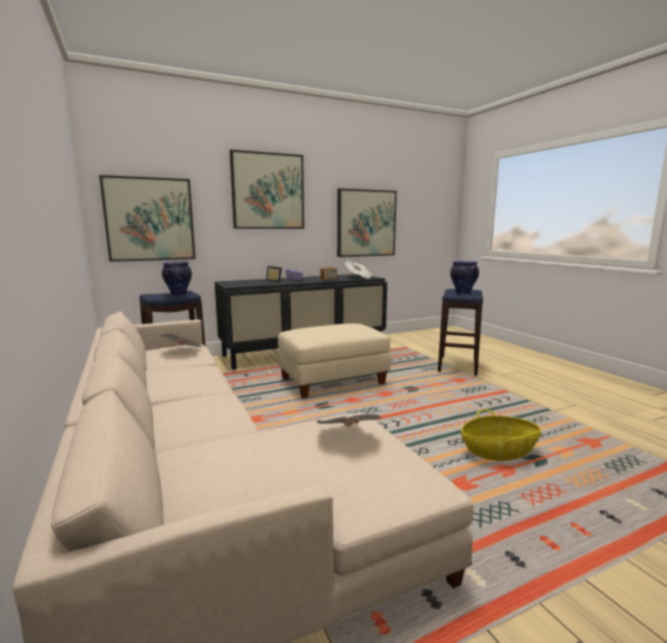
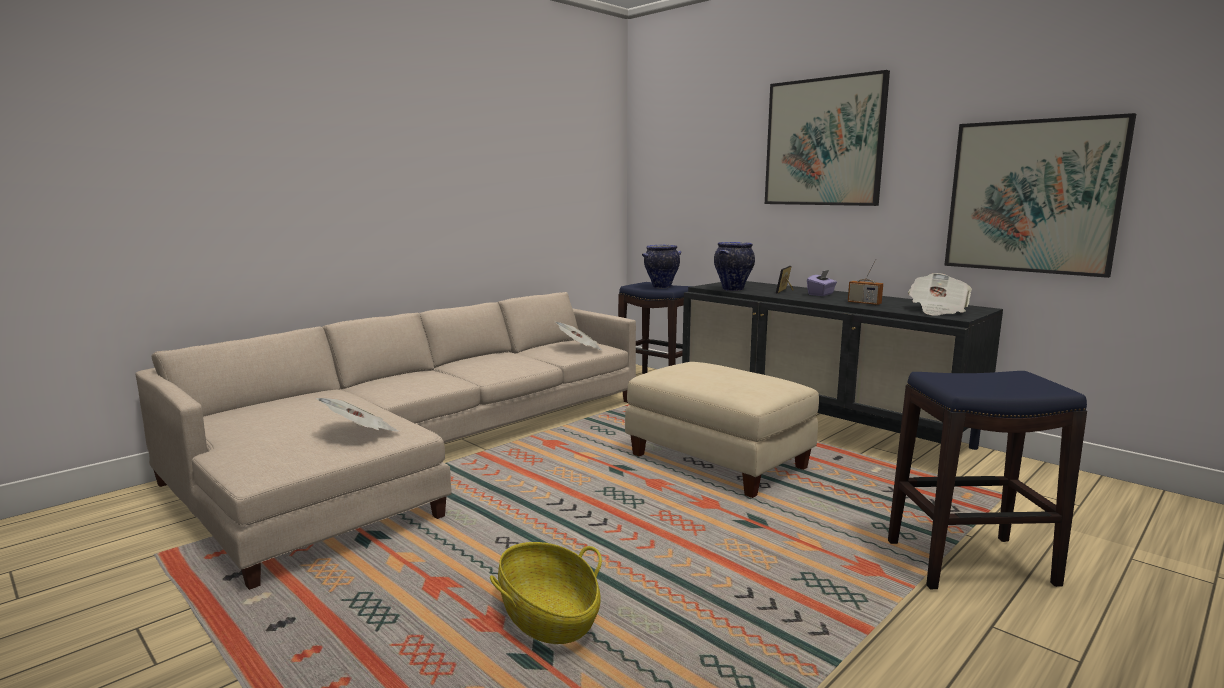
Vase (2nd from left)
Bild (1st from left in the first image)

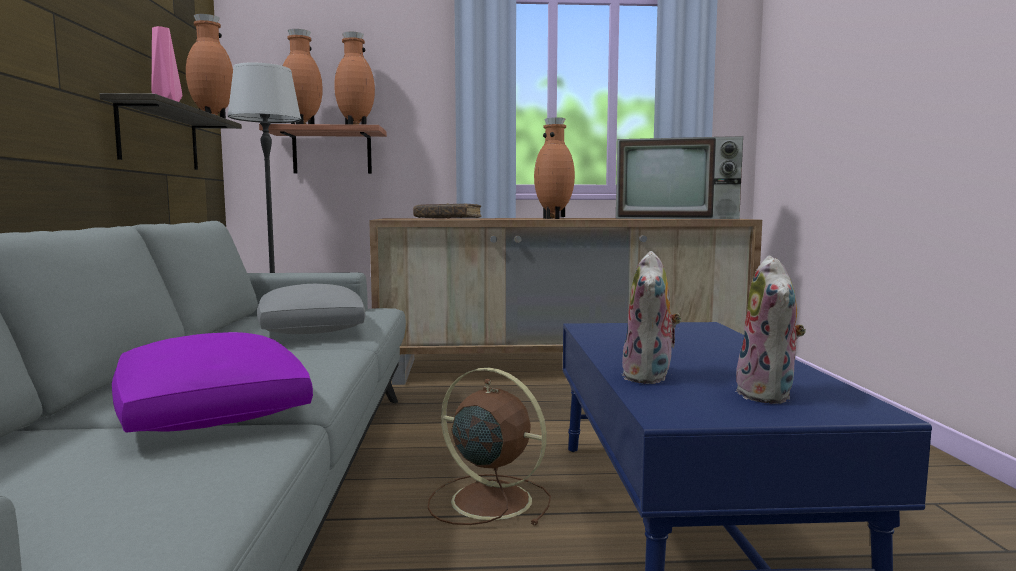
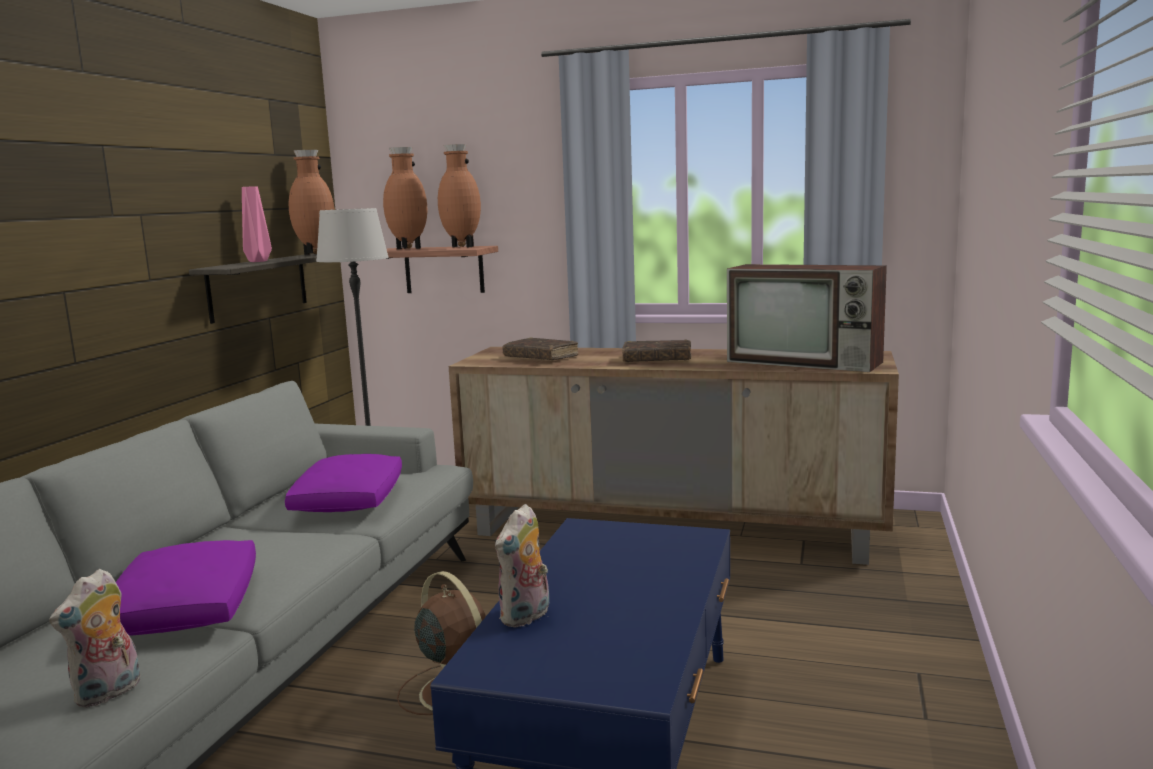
Plüschtier (1st from left)
Kissen [lila] (2nd from left)
Buch [braun] (2nd from left)

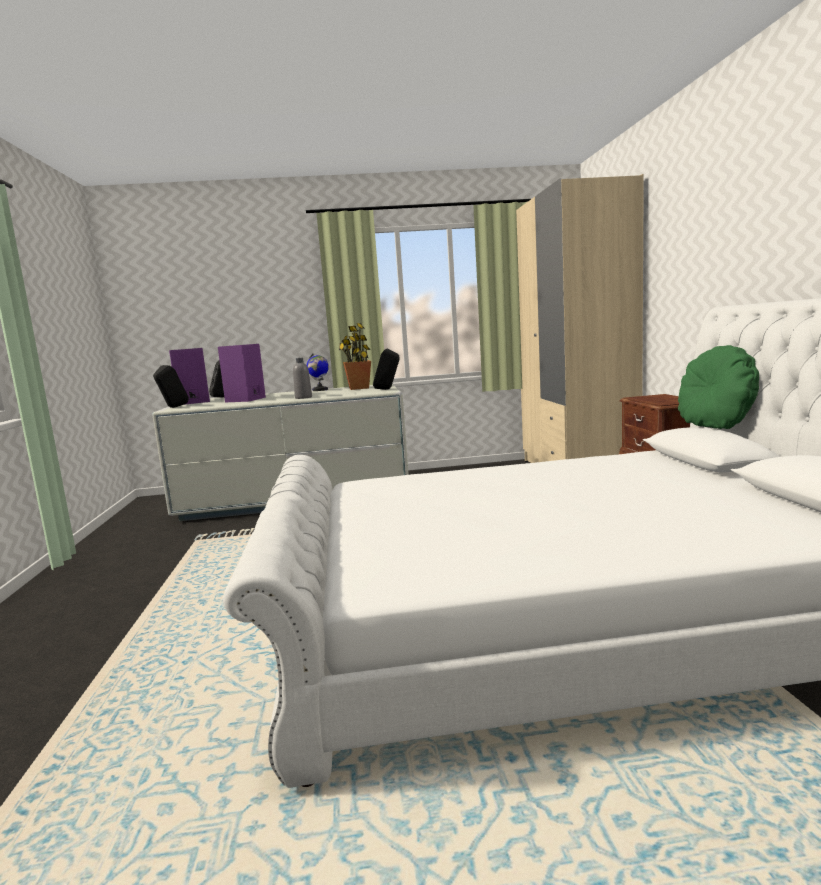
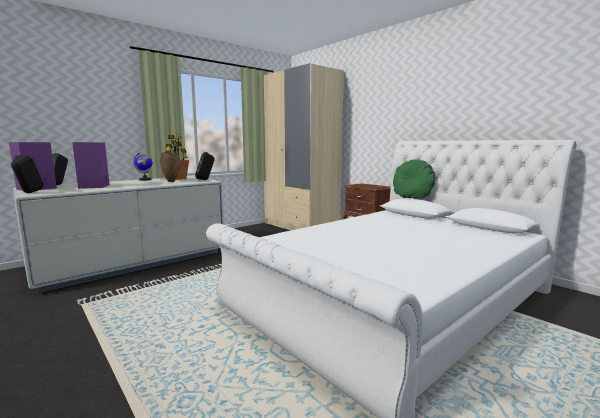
Vase [braun]
Flasche [grau]

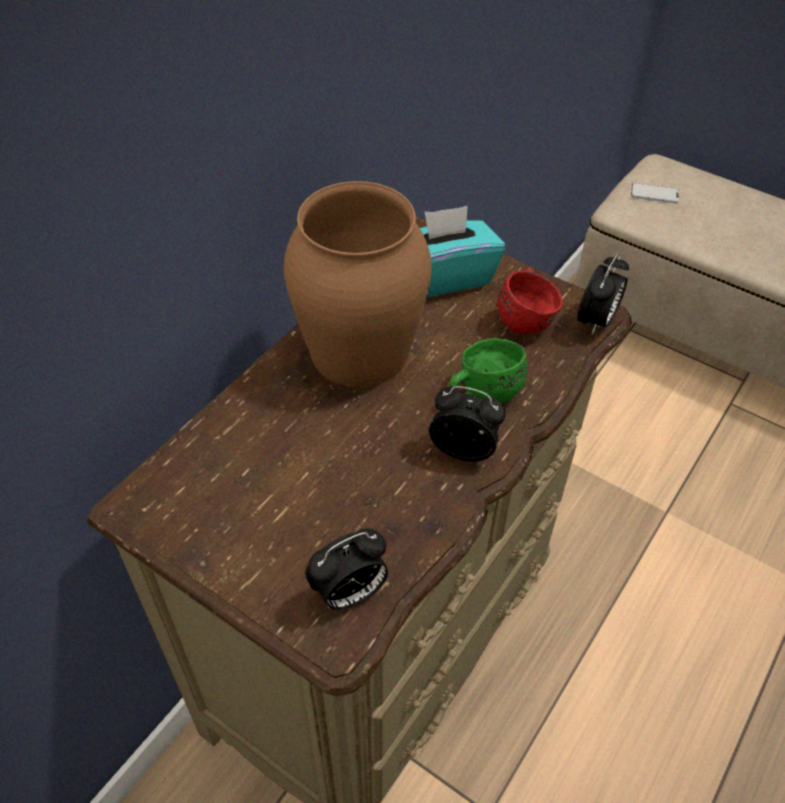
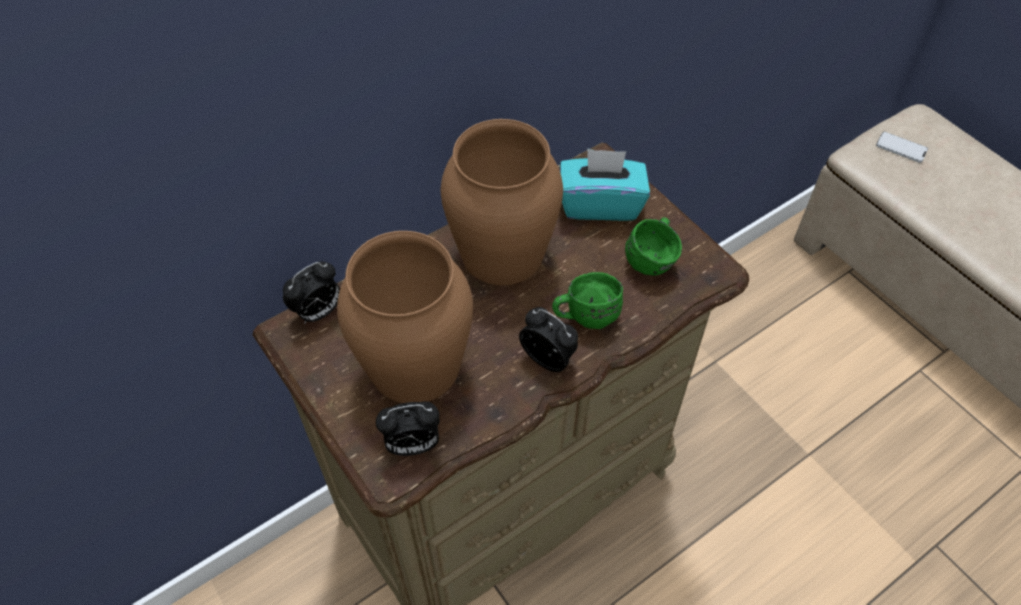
Wecker (1st from left)
Vase [braun] (1st from left)
Henkelbecher [grün] (2nd from left)

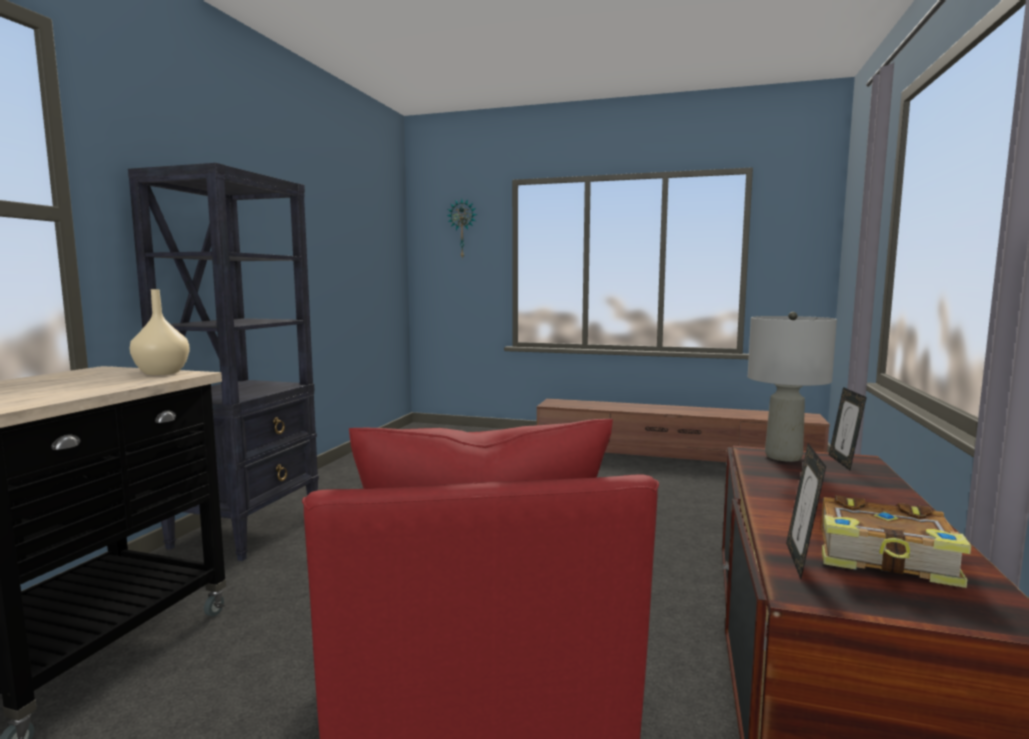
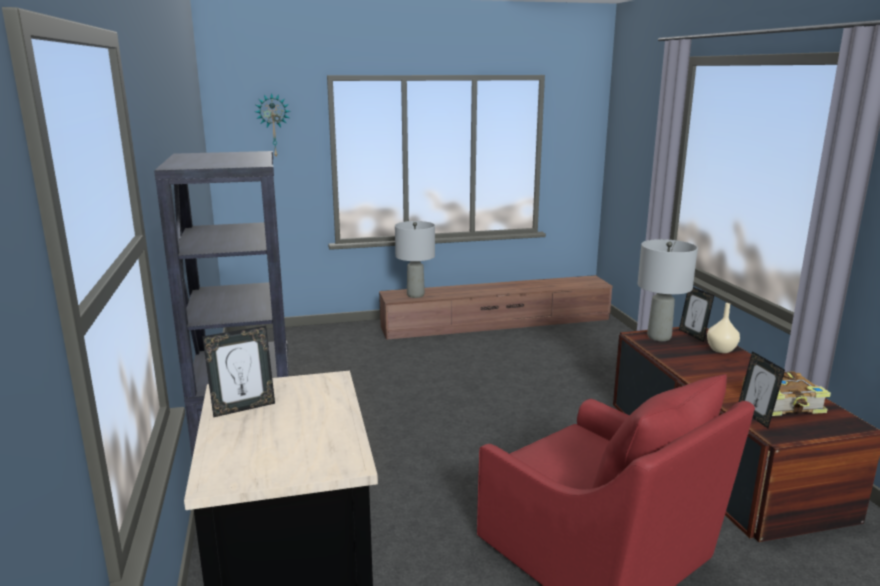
Bilderrahmen (1st from left)
Tischlampe [grau] (1st from left)
Vase [beige]

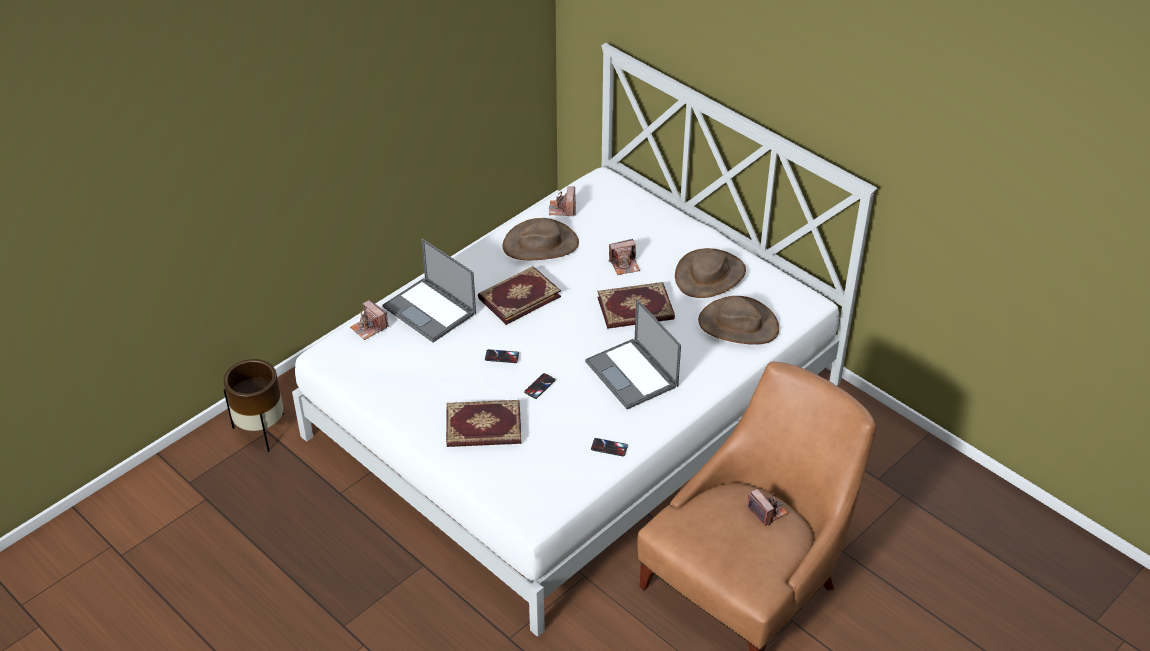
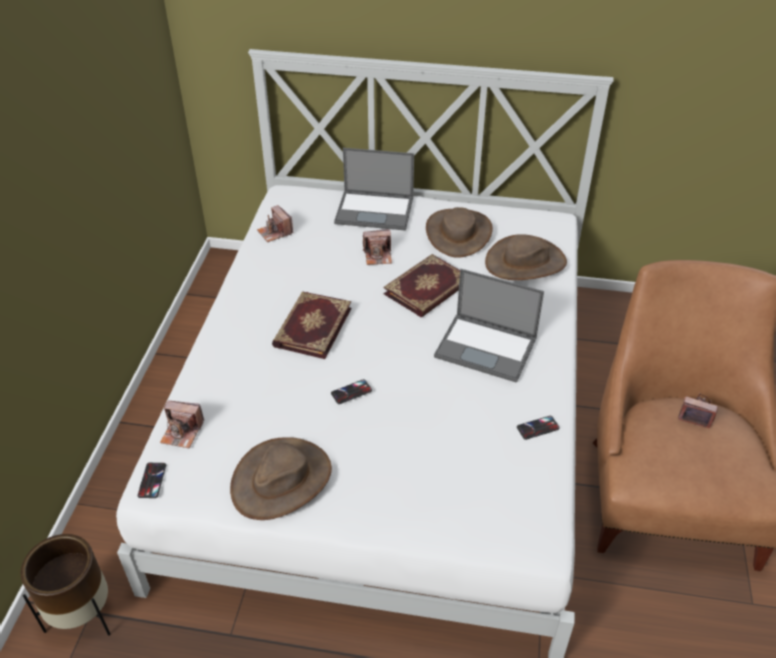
Handy (1st from left)
Hut [braun] (1st from left)
Laptop (1st from left)
Kamera (3rd from left)
Buch (1st from left in the first image)

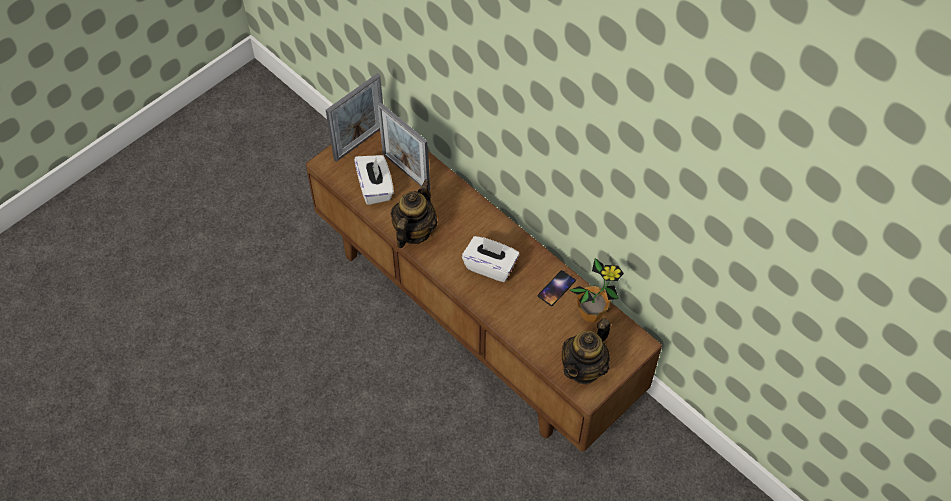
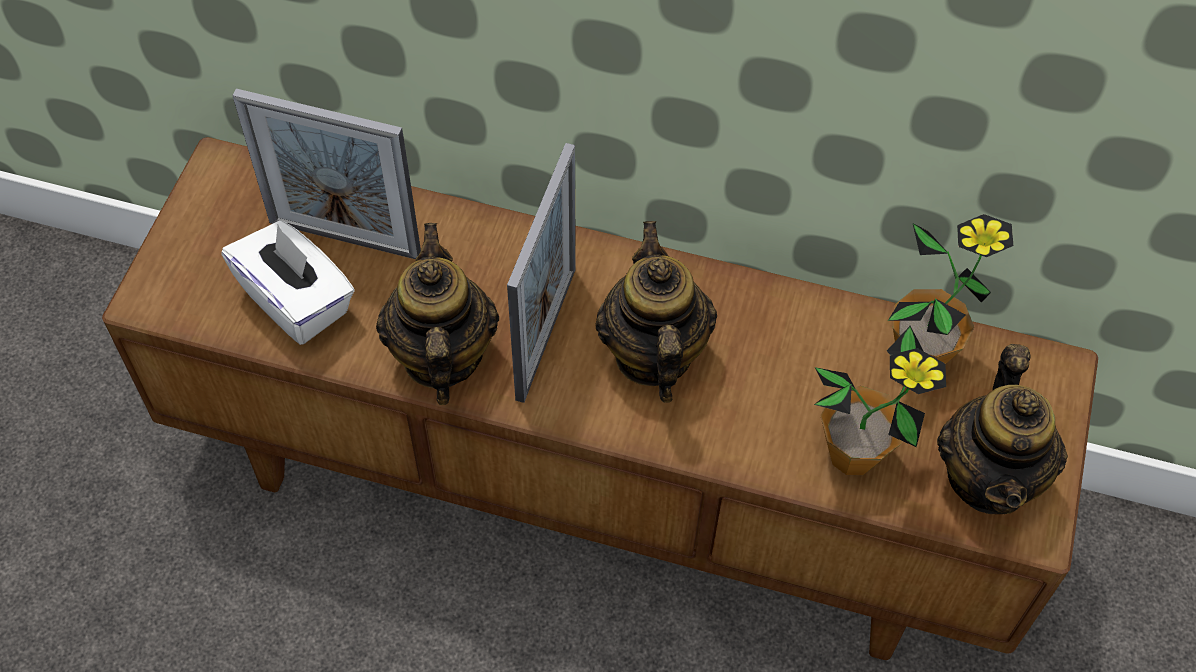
Bilderrahmen (2nd from left)
Teekanne (2nd from left)
Topfpflanze (1st from left)
Handy

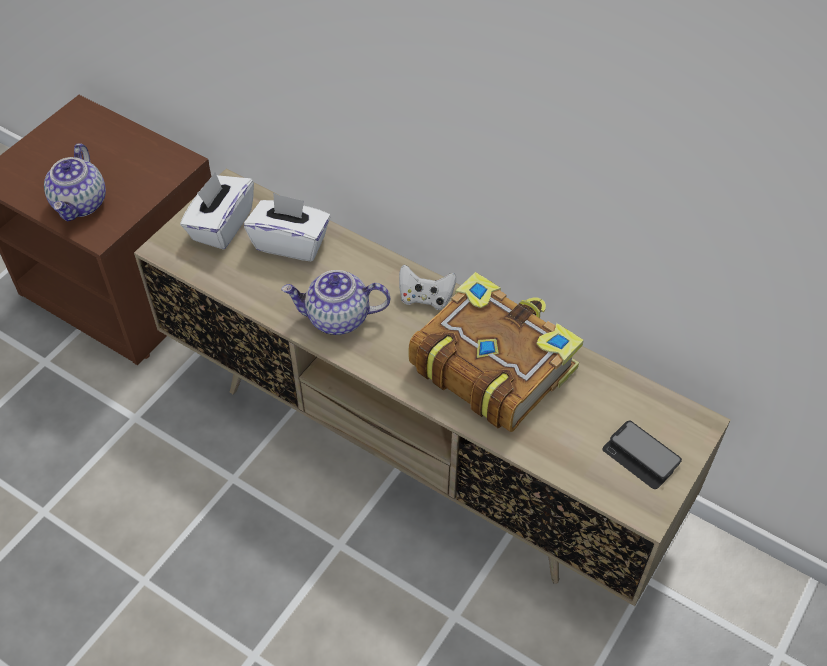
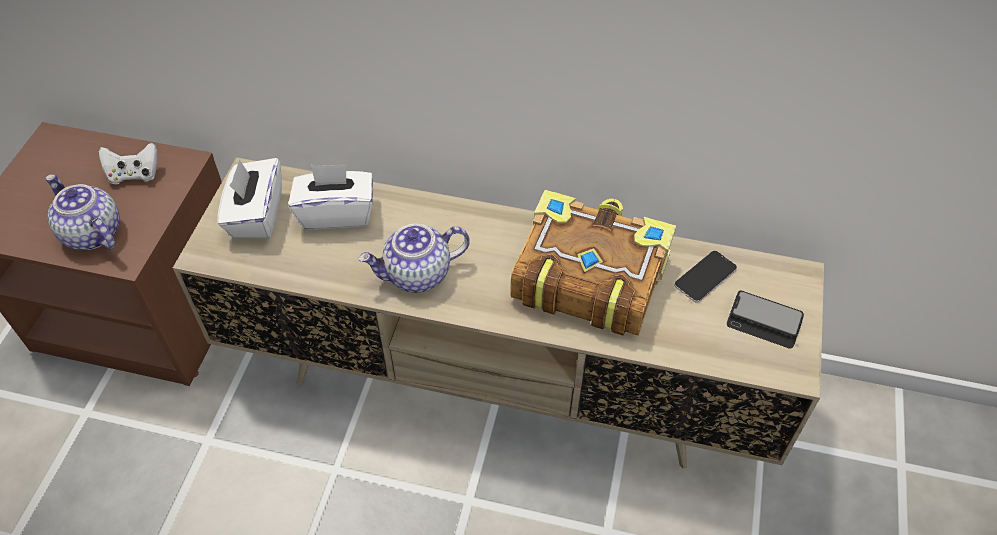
Teekanne (1st from left)
Gamepad [weiß]
Handy (1st from left)

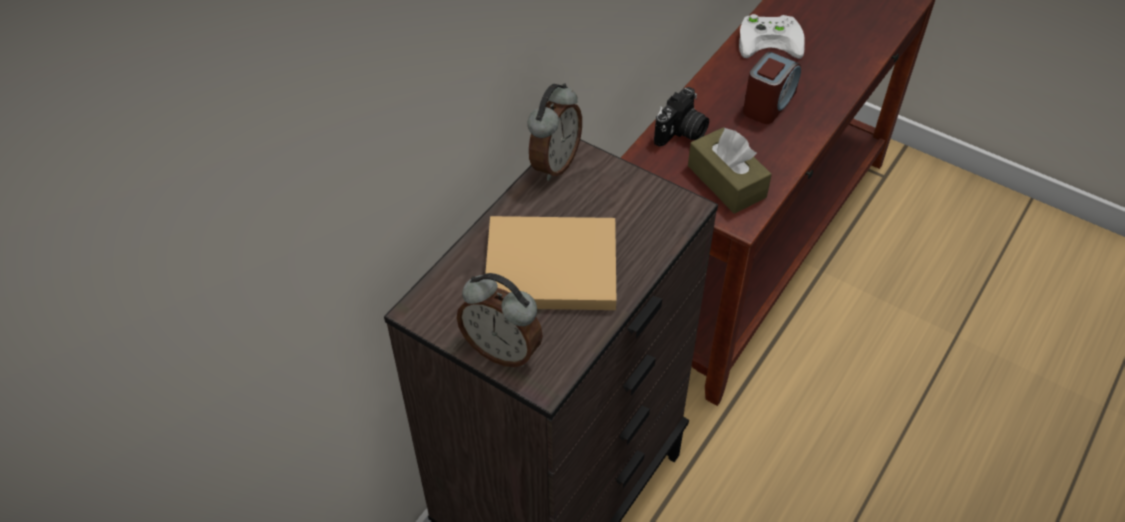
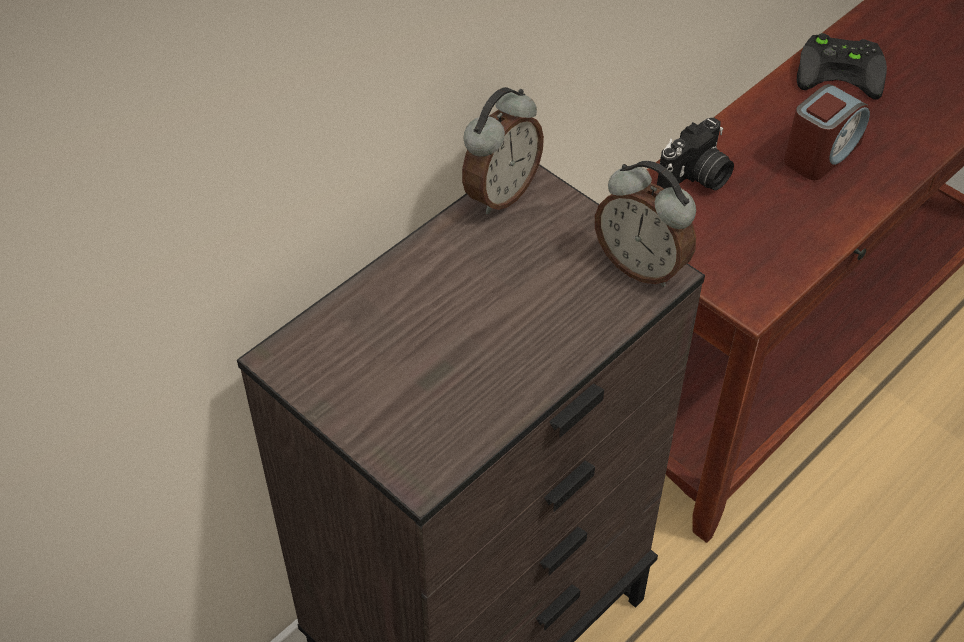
Wecker (2nd from left)
Gamepad [schwarz]
Buch [beige]
Taschentuchbox [braun]

